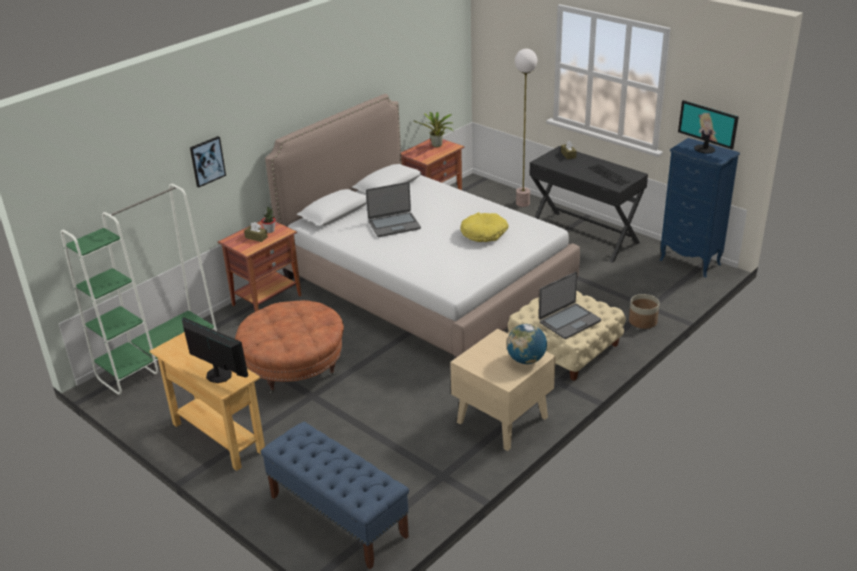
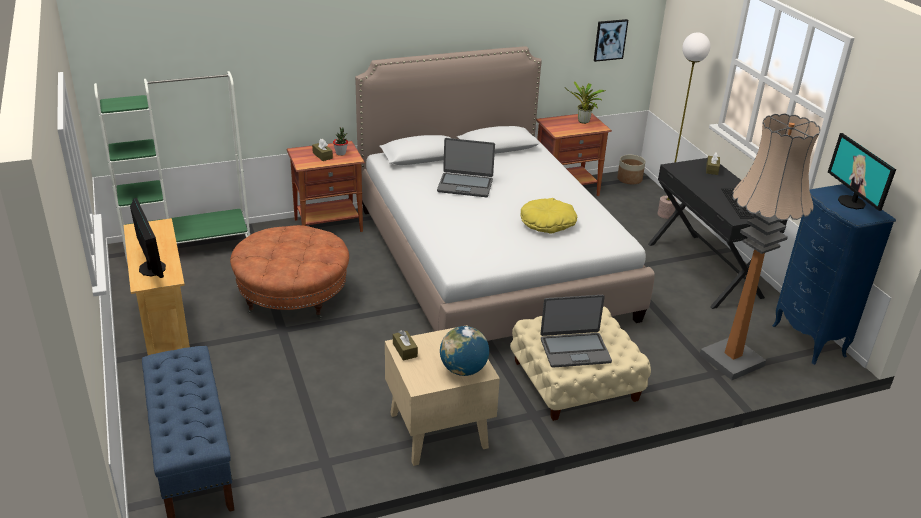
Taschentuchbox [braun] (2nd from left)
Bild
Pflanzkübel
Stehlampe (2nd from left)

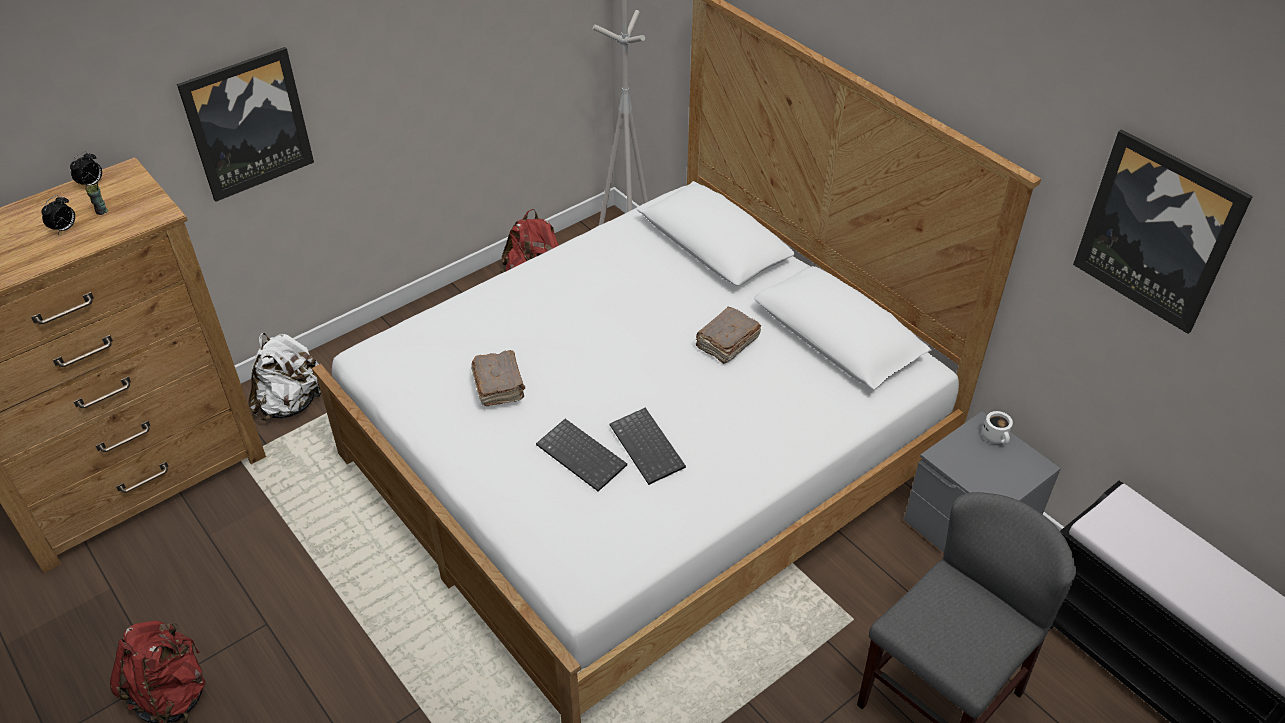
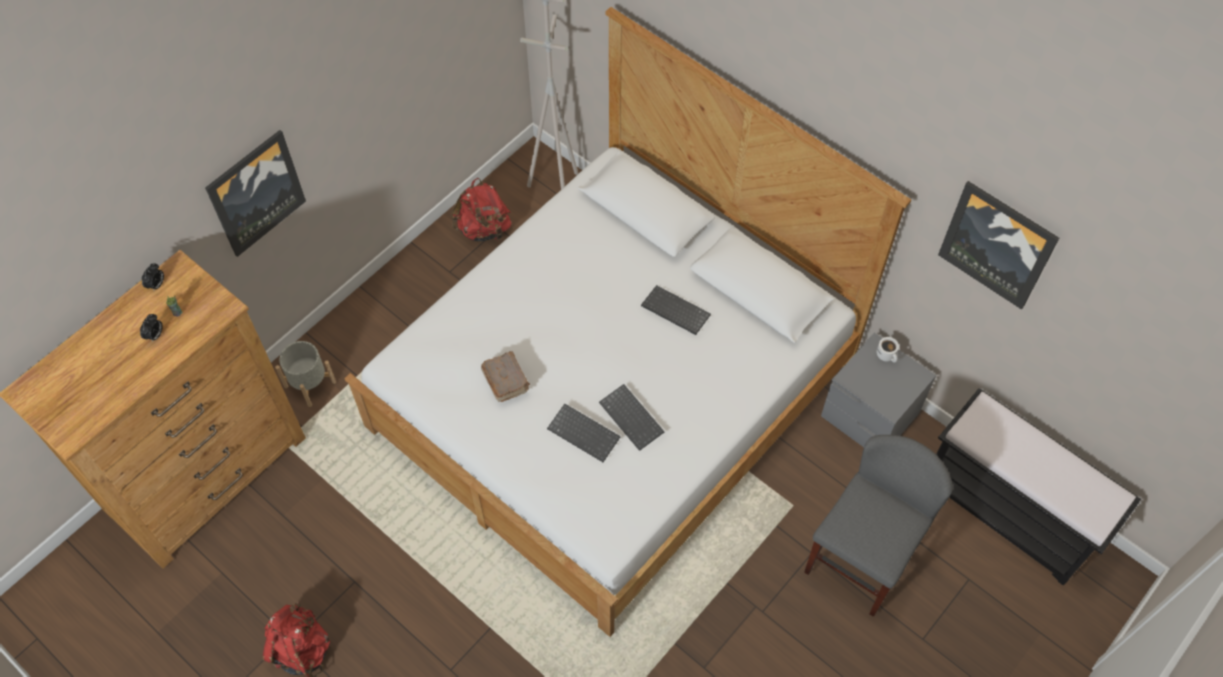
Pflanzkübel [grau]
Tastatur (3rd from left)

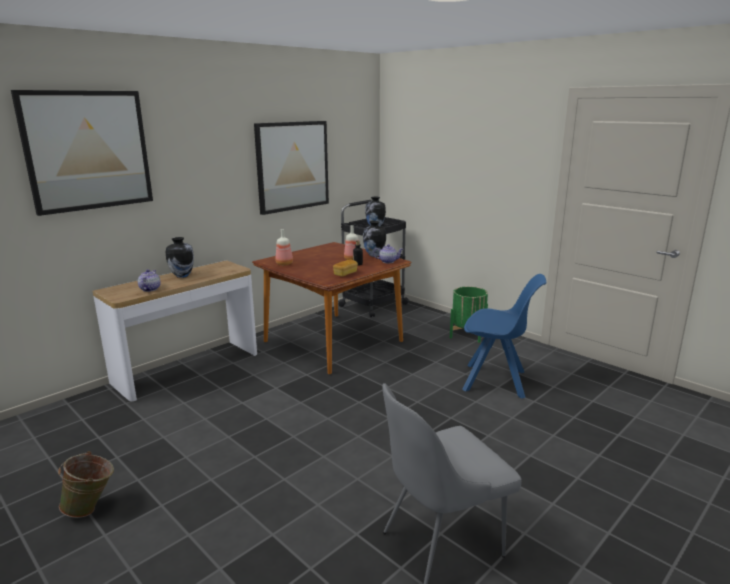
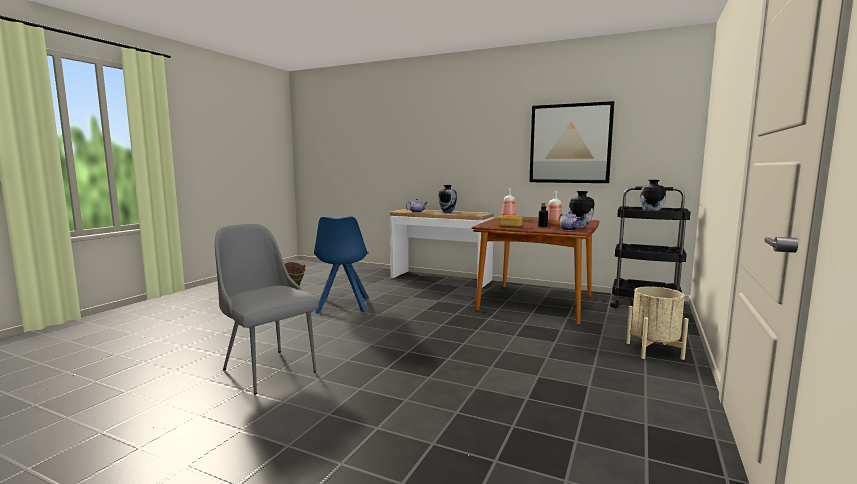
Stuhl [blau]
Pflanzkübel [beige]
Bild (1st from left in the first image)

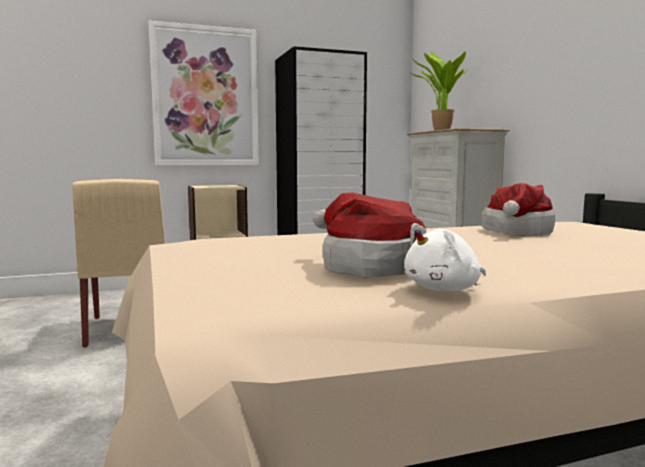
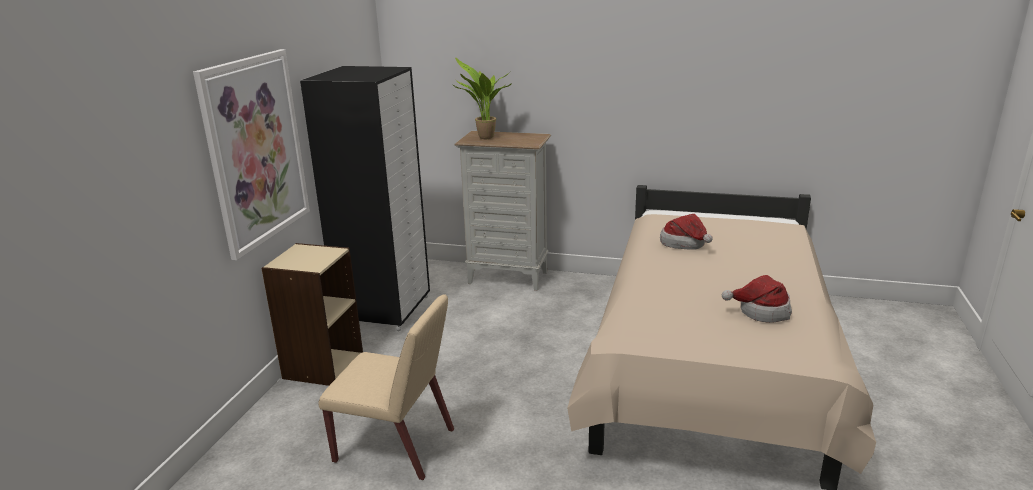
Plüschtier [weiß]

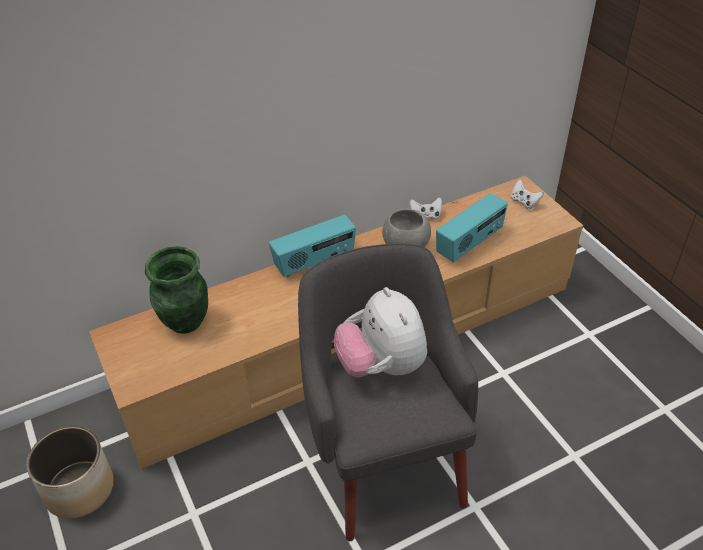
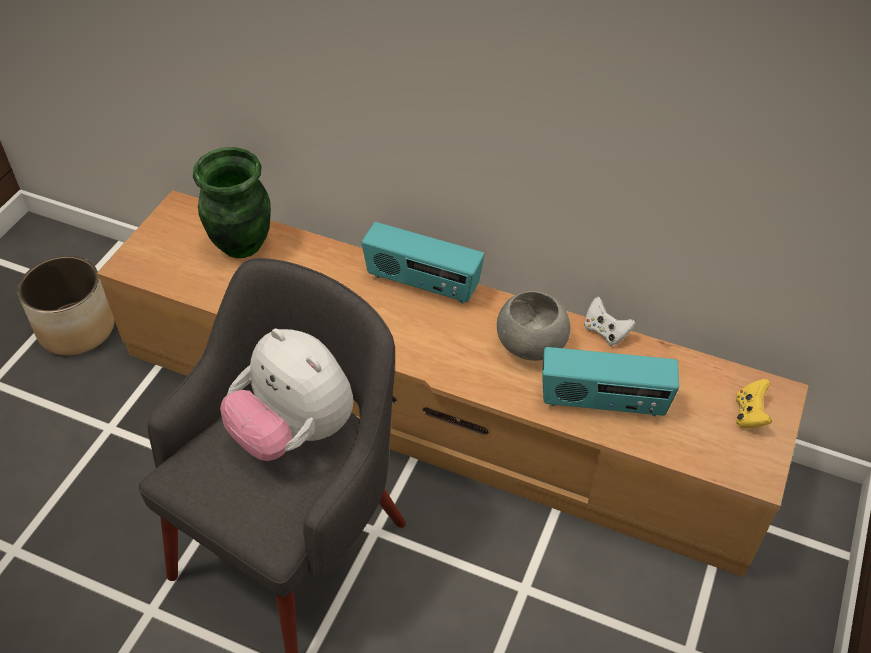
Plüschtier
Gamepad [gelb]

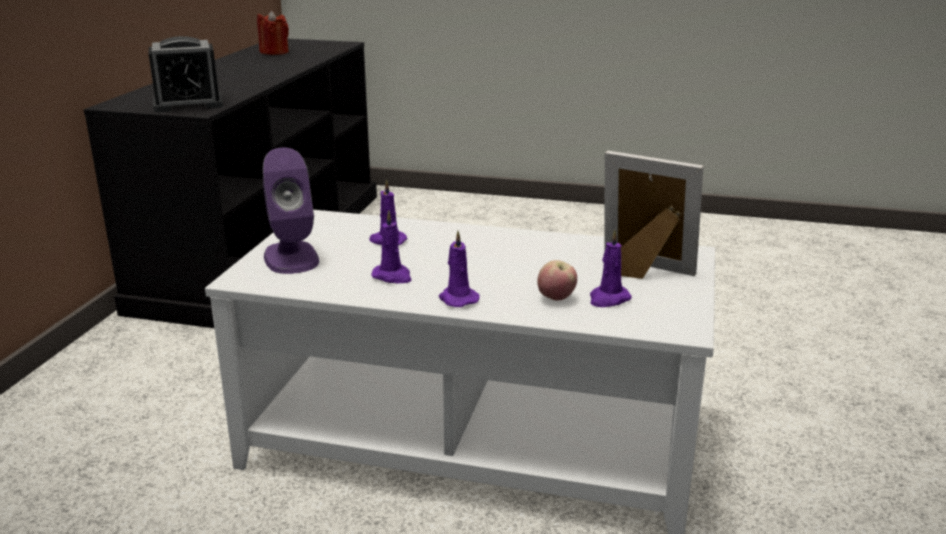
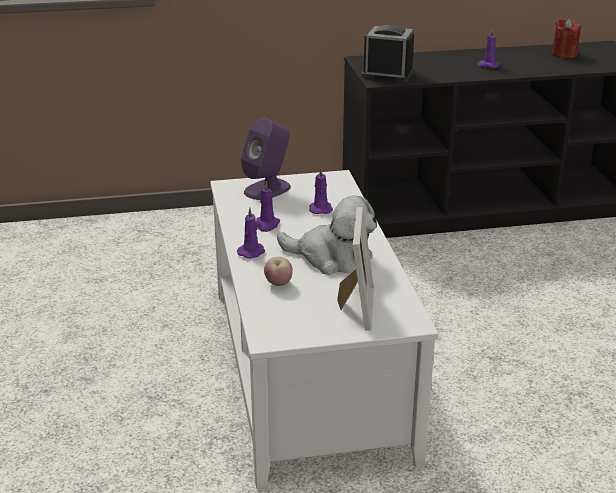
Plüschtier
Wecker
Kerze [lila] (4th from left)

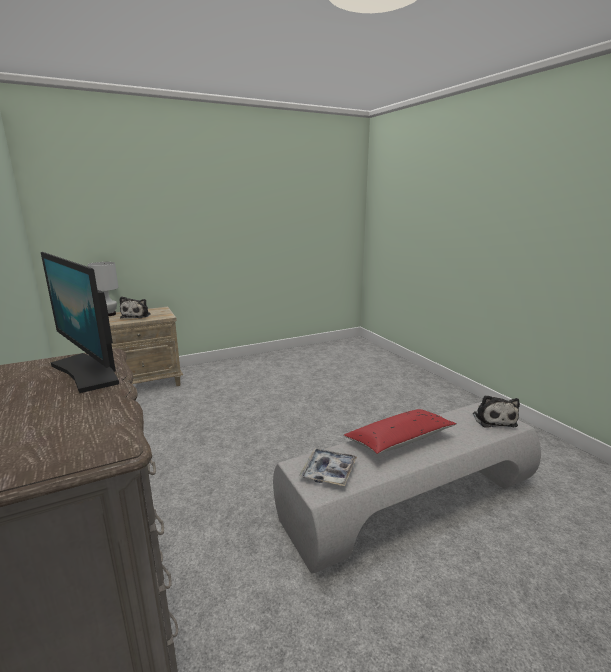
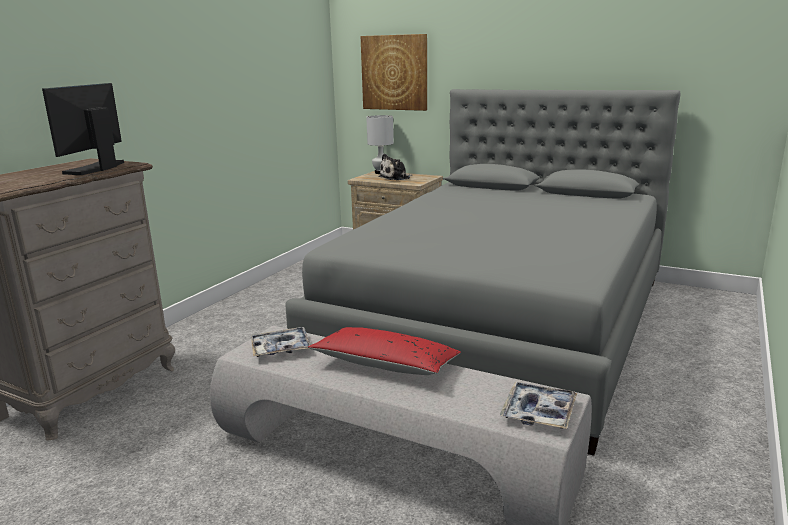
Bett [grau]
Bild
Tablett (2nd from left)

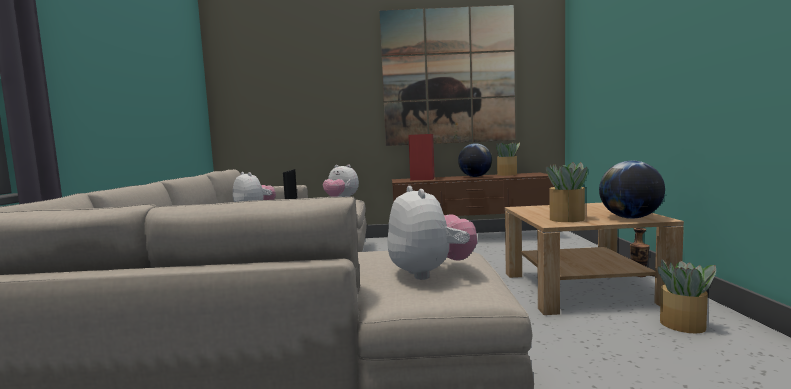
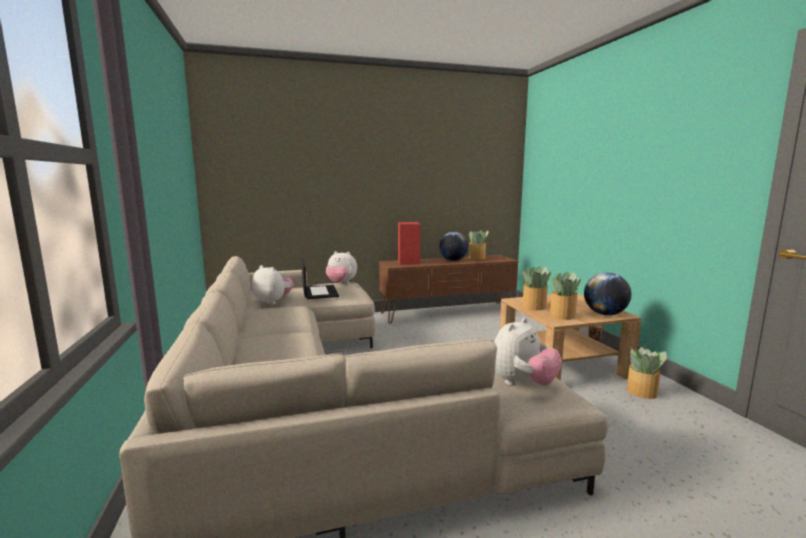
Plüschtier (3rd from left)
Topfpflanze (2nd from left)
Bild

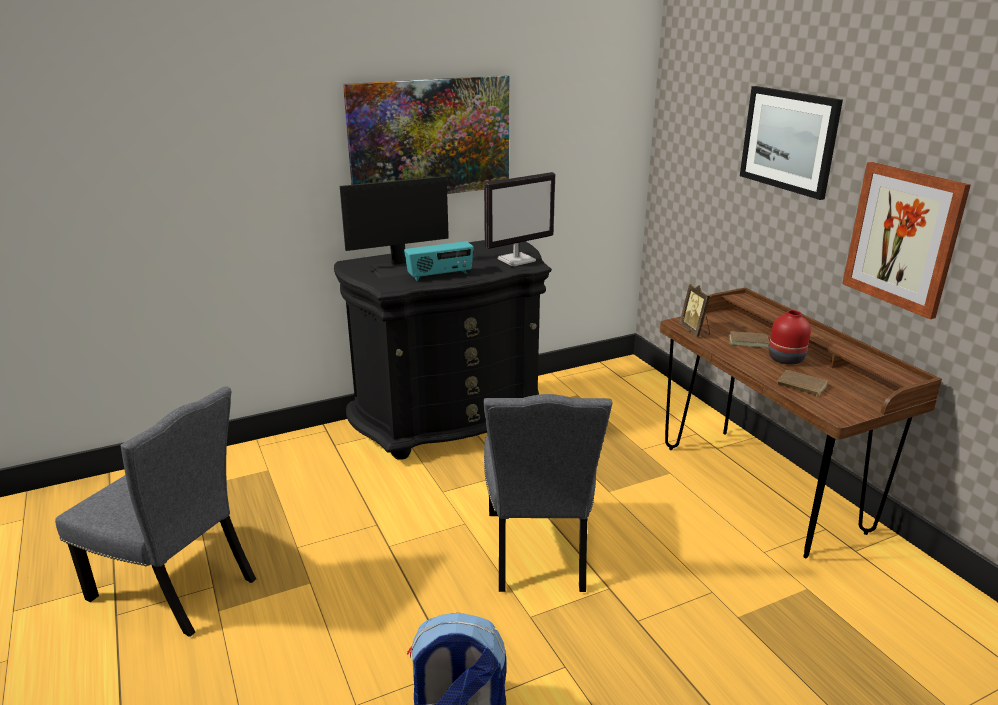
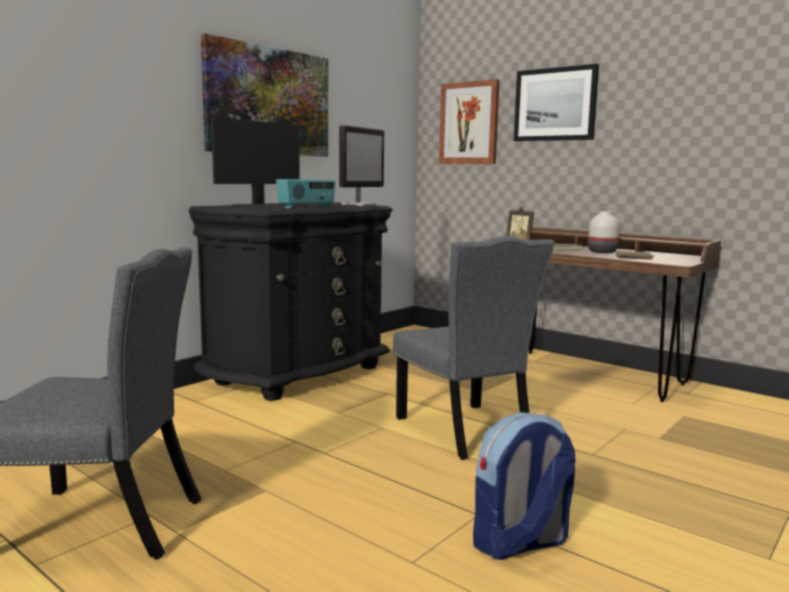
Bild (2nd from left)
Vase [weiß]

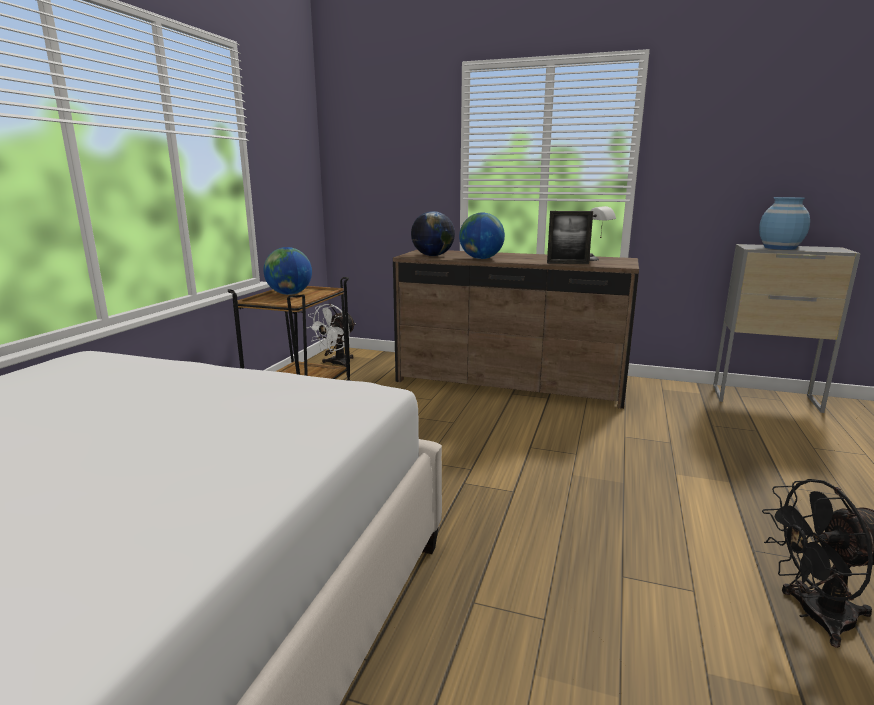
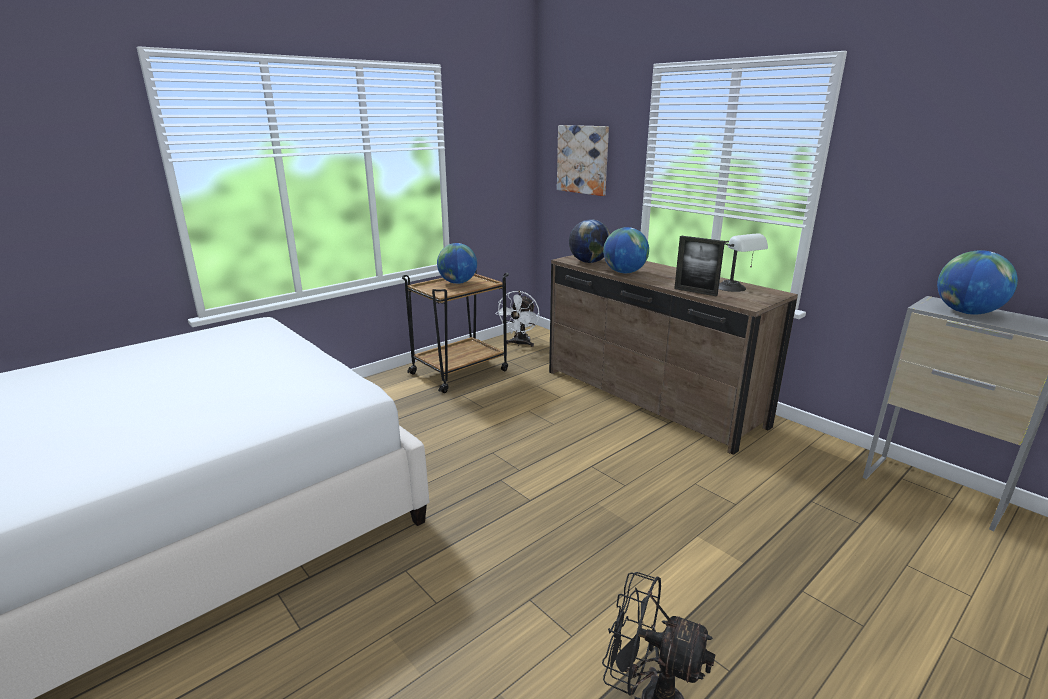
Ventilator [weiß]
Bild
Globus (4th from left)

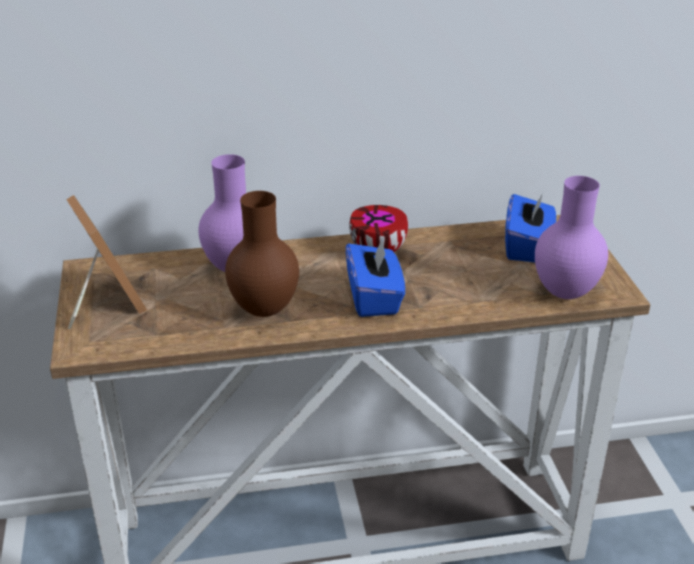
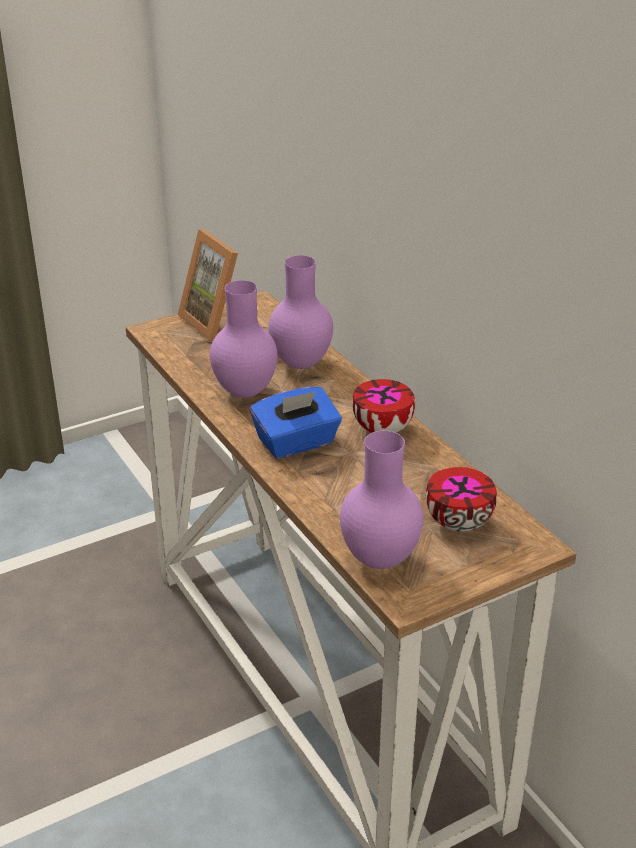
Bilderrahmen
Vase [lila] (1st from left)
Schüssel (2nd from left)

